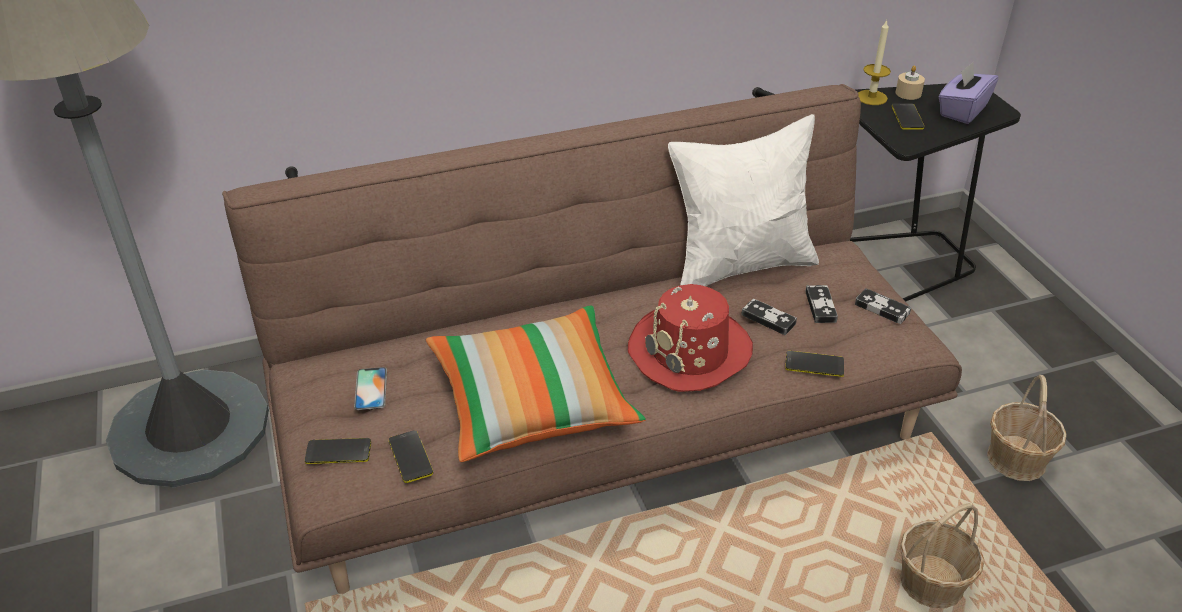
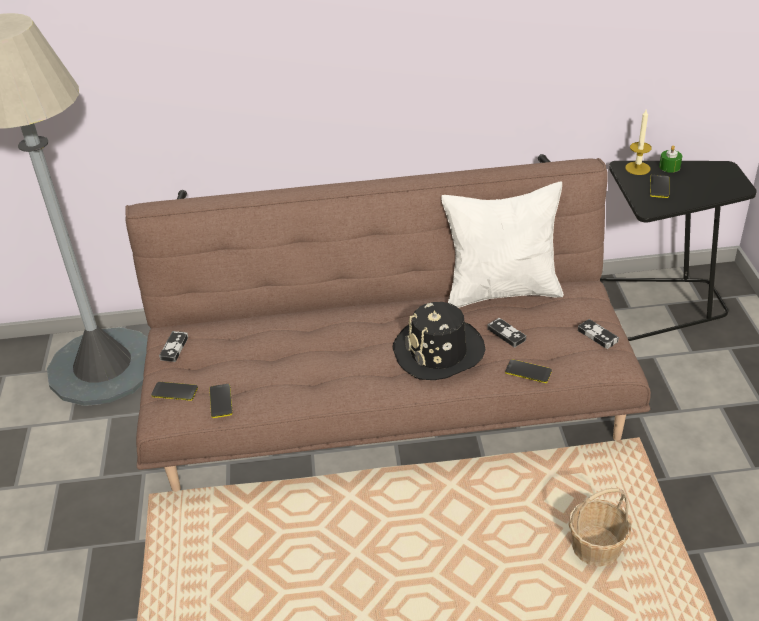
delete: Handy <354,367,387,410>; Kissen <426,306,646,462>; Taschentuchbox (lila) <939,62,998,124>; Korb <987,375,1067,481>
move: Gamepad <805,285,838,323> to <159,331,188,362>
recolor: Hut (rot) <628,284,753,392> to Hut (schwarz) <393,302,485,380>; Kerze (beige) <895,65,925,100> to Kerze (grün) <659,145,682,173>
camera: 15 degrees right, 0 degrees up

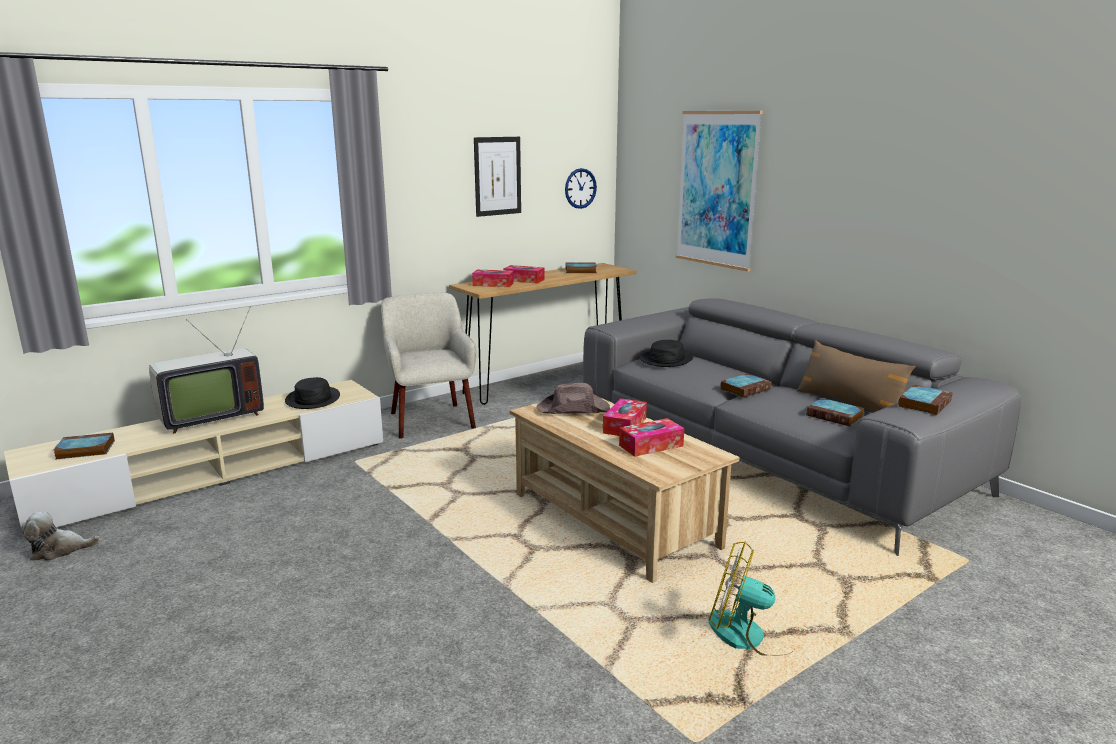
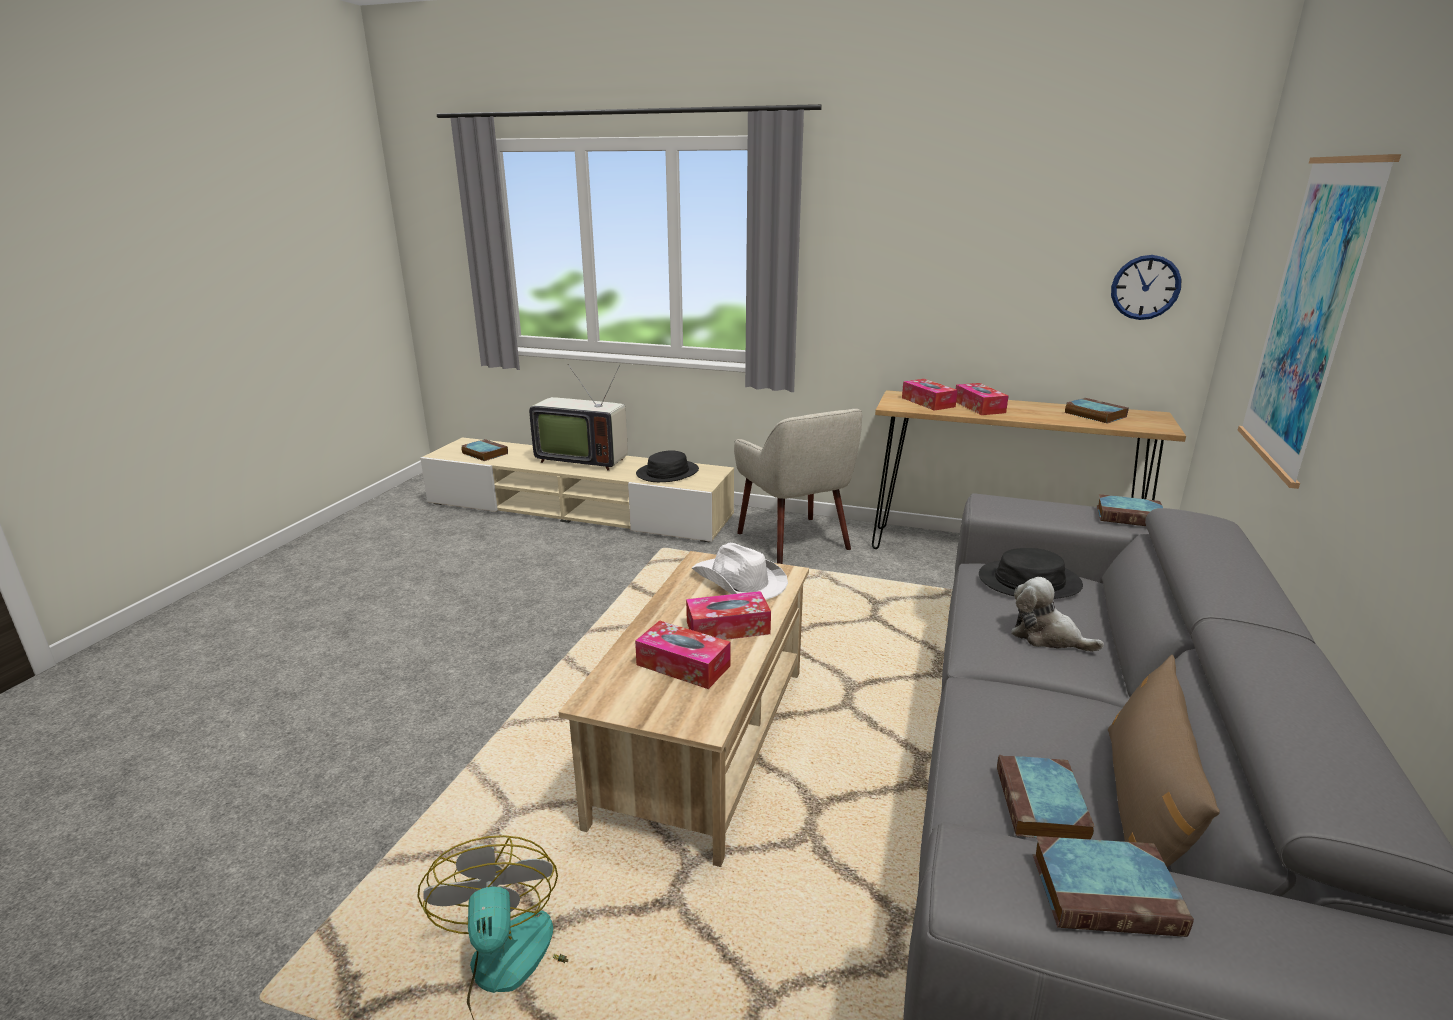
delete: Bild <474,137,521,217>
move: Plüschtier <21,512,100,561> to <1011,577,1104,652>; Buch <720,374,771,397> to <1097,494,1163,526>
recolor: Hut (braun) <536,383,610,414> to Hut (weiß) <692,543,788,600>
rotate: Sessel (beige) <381,293,477,439> = <734,409,862,564> 120 degrees clockwise
camera: 55 degrees right, 5 degrees up

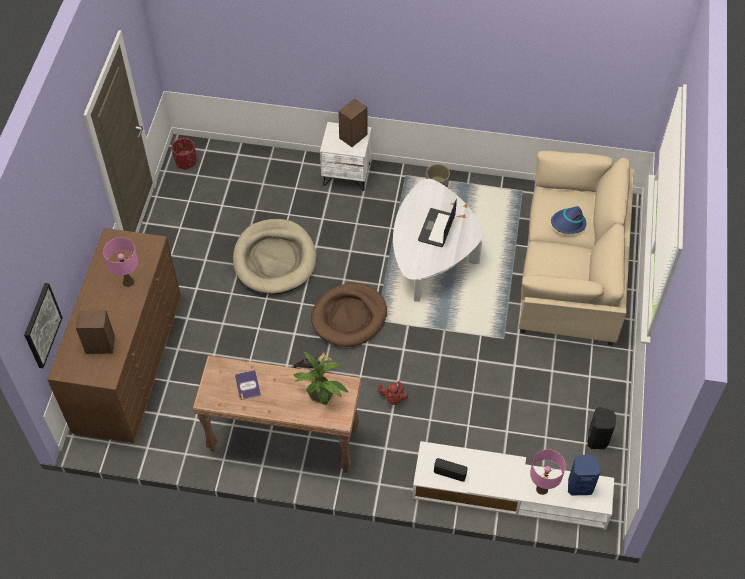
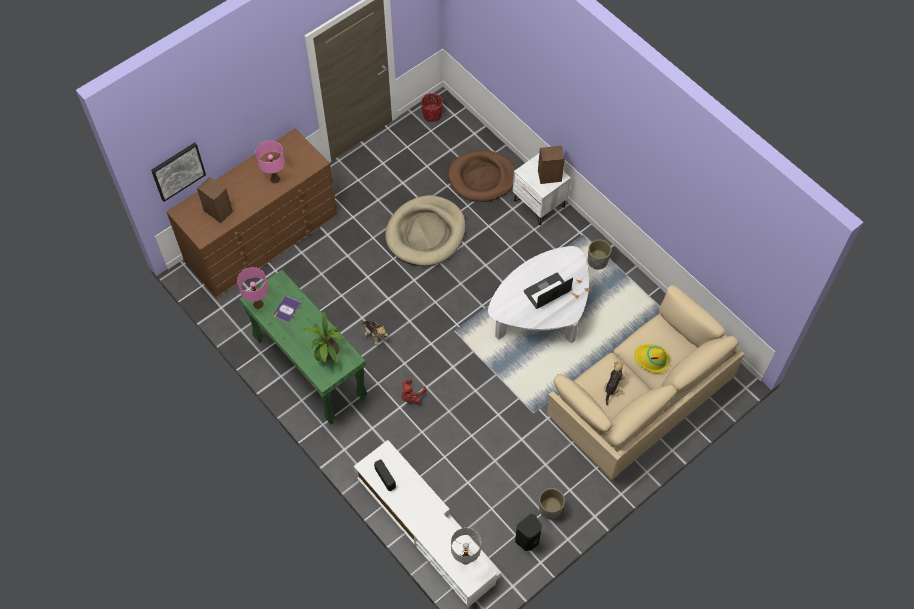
insert: Pflanzkübel (grau) <539,488,565,520>; Plüschtier <604,361,625,405>
move: Hundebett (braun) <311,283,387,347> to <448,150,515,202>; Tischlampe (rosa) <530,449,566,495> to <237,267,268,309>
replace: Lautsprecher (blau) <568,455,601,496> to Tischlampe (weiß) <451,528,481,565>
recolor: Konsolentisch (braun) <193,355,361,473> to Konsolentisch (grün) <239,270,368,424>; Hut (blau) <551,206,586,234> to Hut (gelb) <634,344,670,373>
camera: 40 degrees right, 5 degrees up

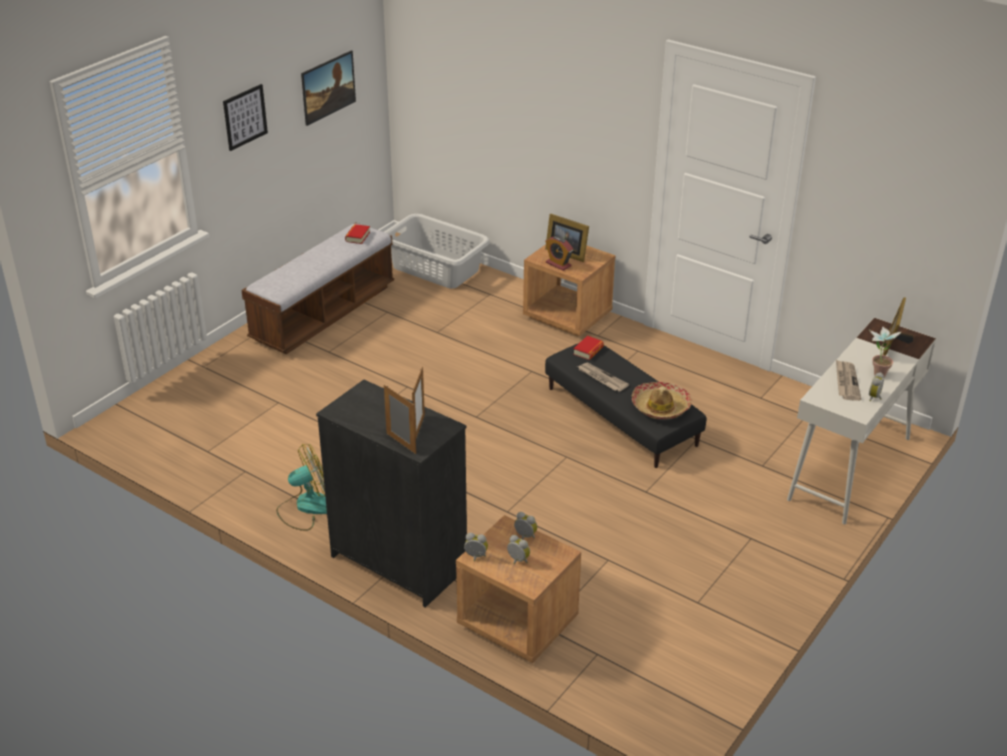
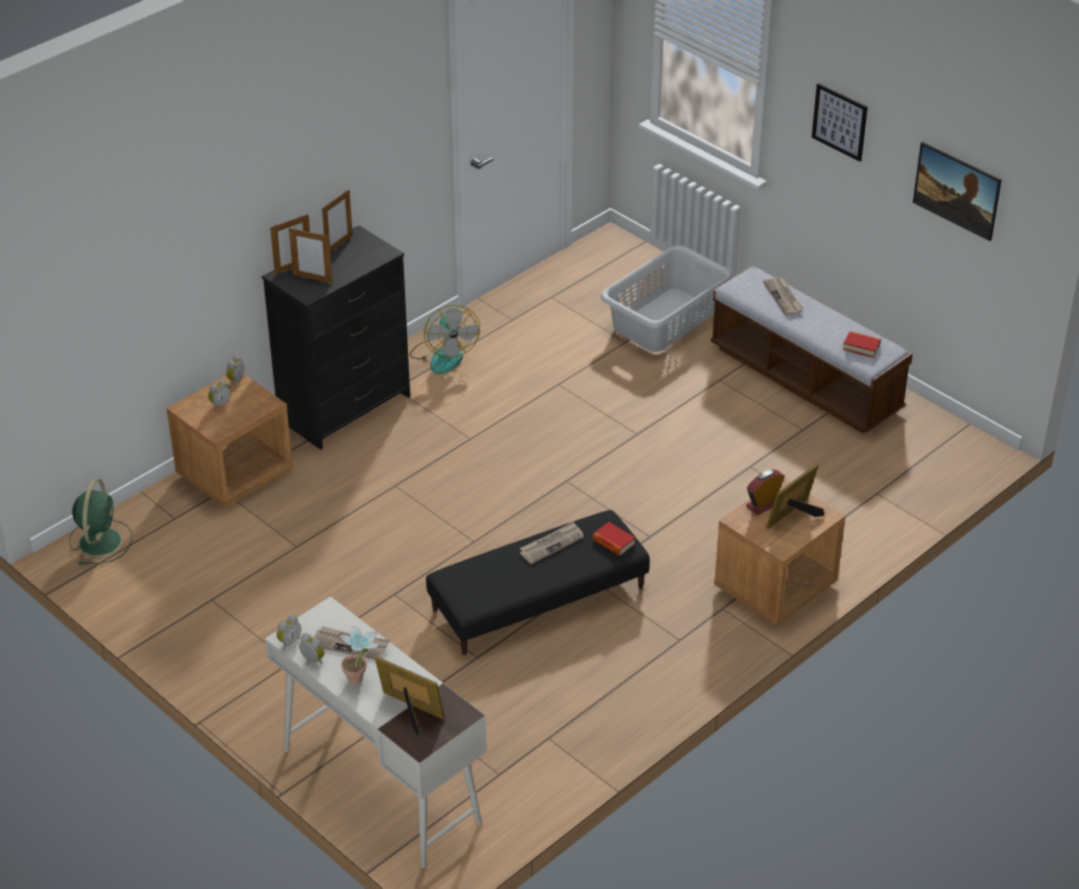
delete: Hut <632,382,692,419>
insert: Ventilator (grün) <69,479,132,565>; Bilderrahmen <322,189,353,252>; Zeitung <763,277,804,315>
move: Wäschekorb (grau) <384,214,490,289> to <601,245,732,352>; Wecker <514,512,537,540> to <276,615,301,649>
camera: 100 degrees right, 5 degrees up

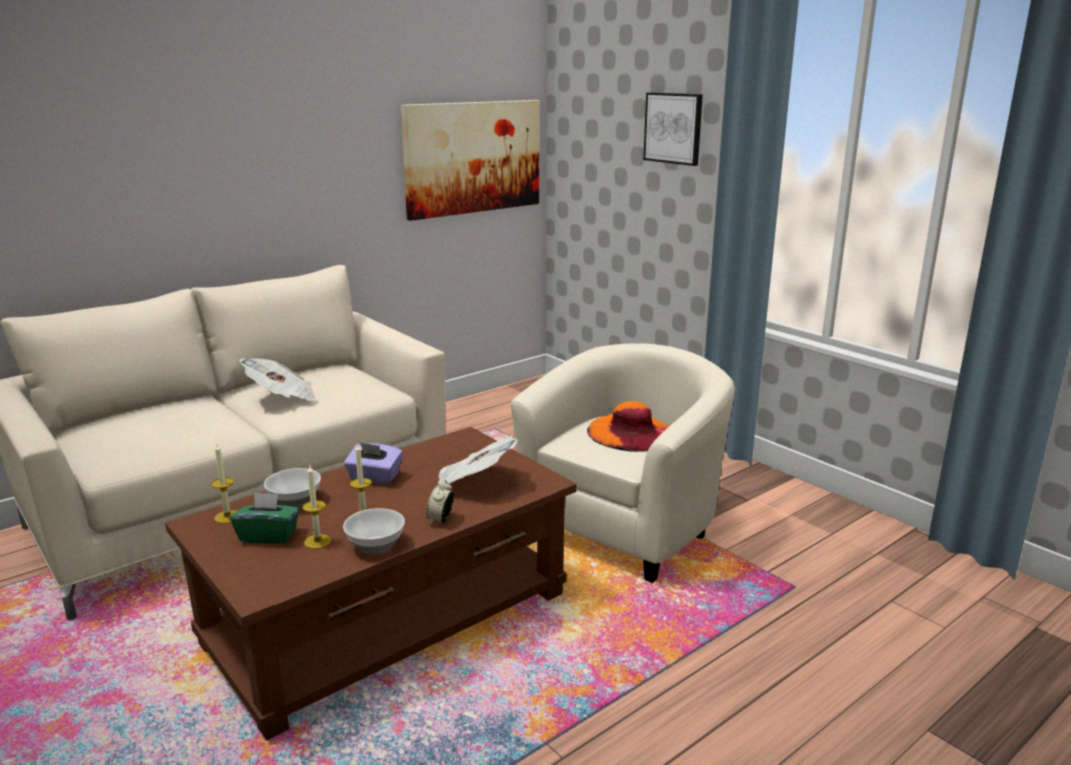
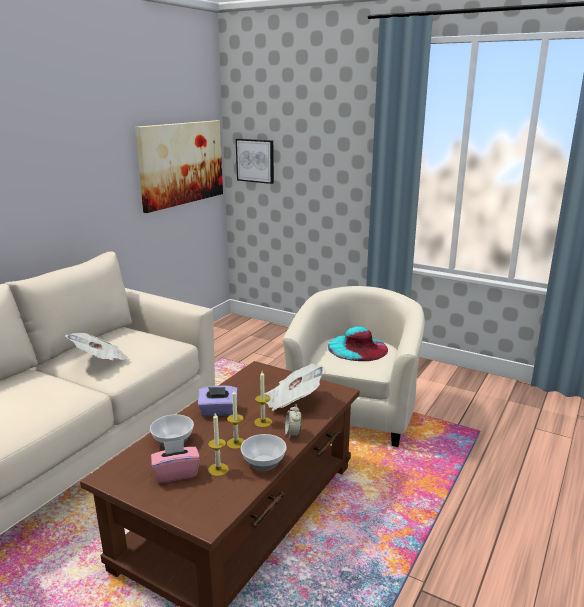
move: Kerze <211,444,237,523> to <254,371,272,427>; Bild <643,92,703,166> to <236,139,274,184>
recolor: Taschentuchbox (grün) <230,492,300,544> to Taschentuchbox (rosa) <151,439,200,483>; Hut (orange) <587,401,669,452> to Hut (türkis) <328,326,388,361>
camera: 20 degrees left, 0 degrees up

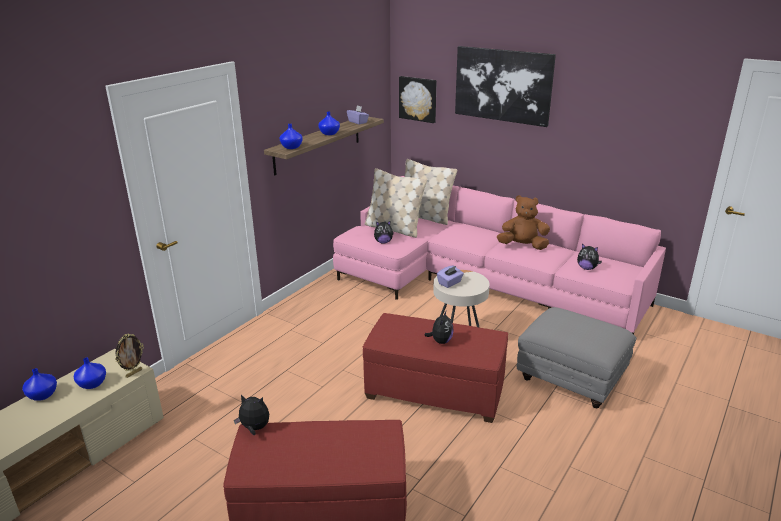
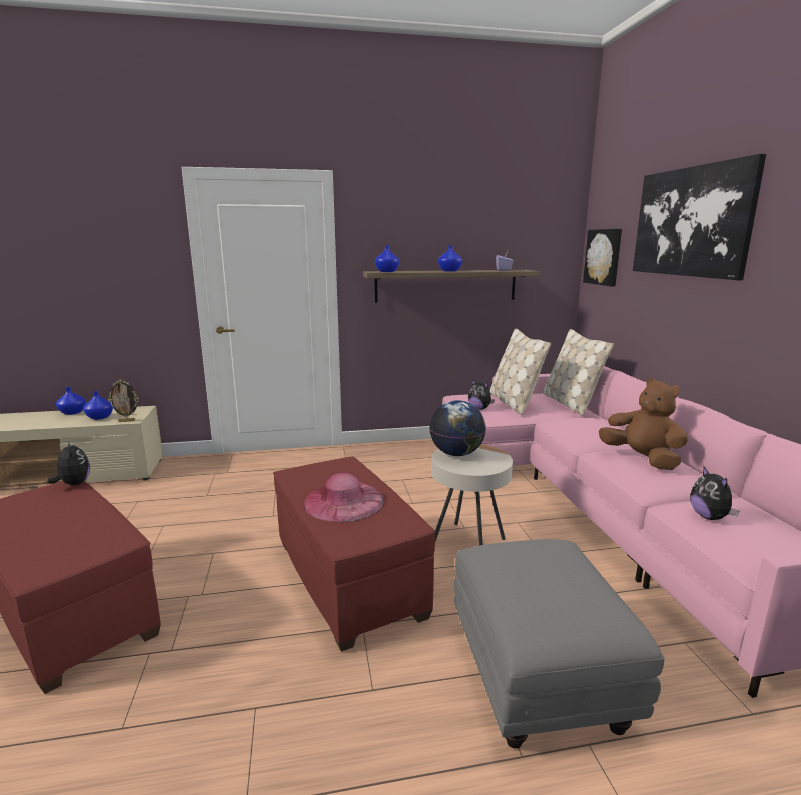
replace: Plüschtier <424,311,454,344> to Hut (rosa) <304,472,384,522>; Taschentuchbox (lila) <437,266,464,288> to Globus <429,400,486,456>
camera: 45 degrees right, 10 degrees down

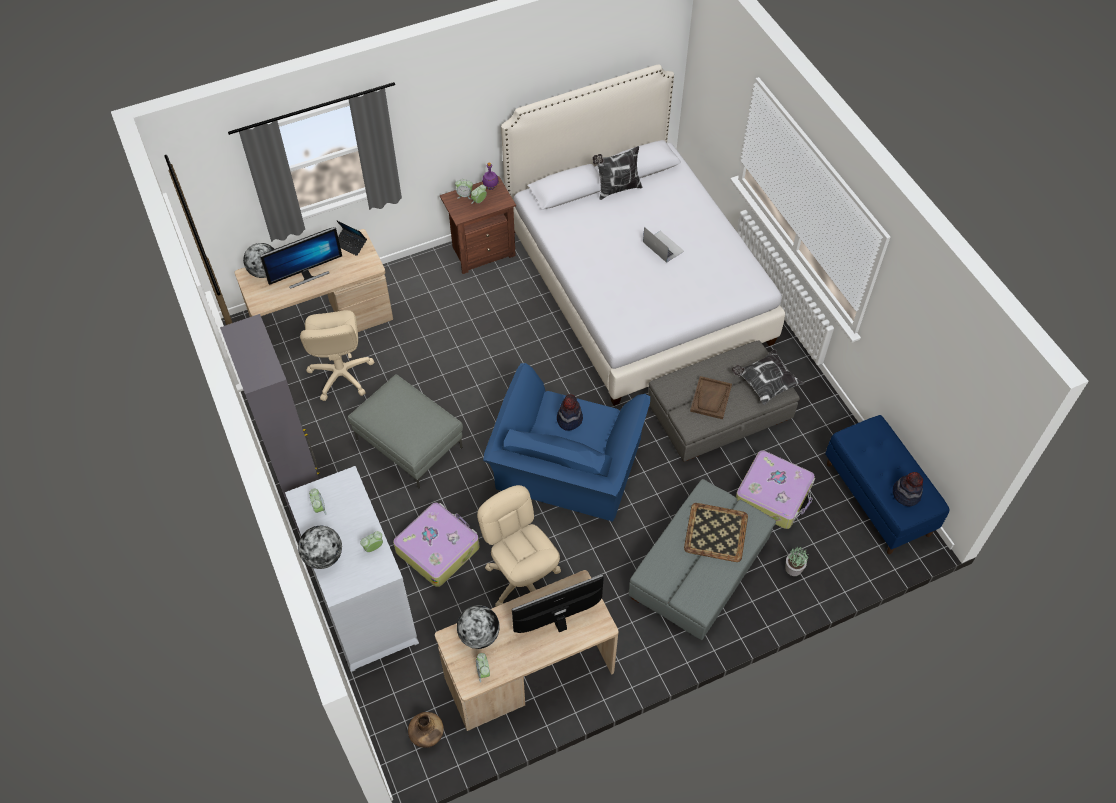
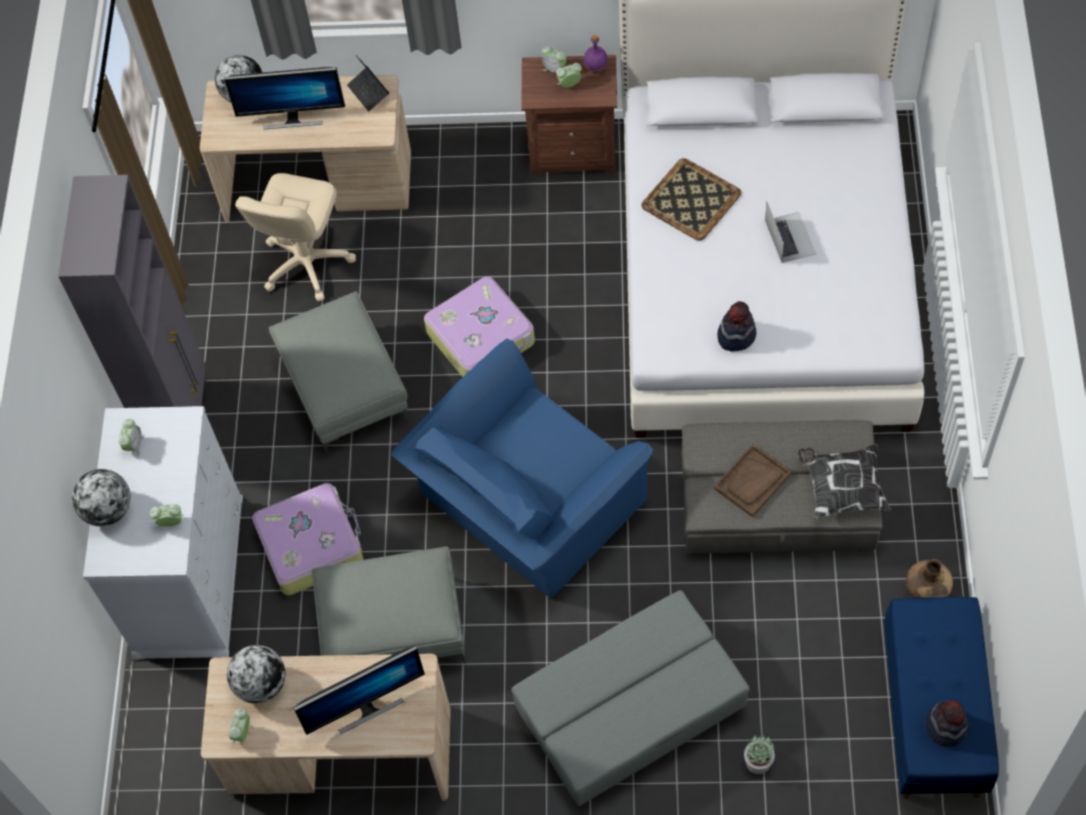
delete: Kissen <593,146,642,200>
move: Vase (braun) <408,712,444,748> to <906,559,953,598>; Hut <557,394,583,431> to <717,301,756,351>; Tablett <684,503,748,562> to <641,158,741,241>; Koffer <736,450,815,529> to <424,276,535,377>
replace: Bürostuhl (beige) <477,485,561,607> to Polsterhocker (grau) <312,546,465,663>
rotate: Monitor <512,574,604,633> = <293,646,425,735> 150 degrees clockwise
camera: 30 degrees right, 5 degrees up

